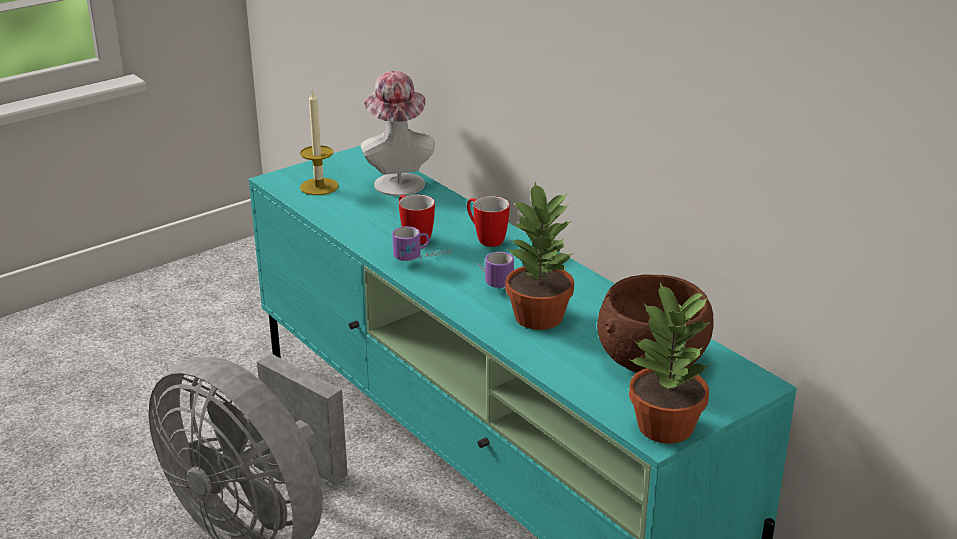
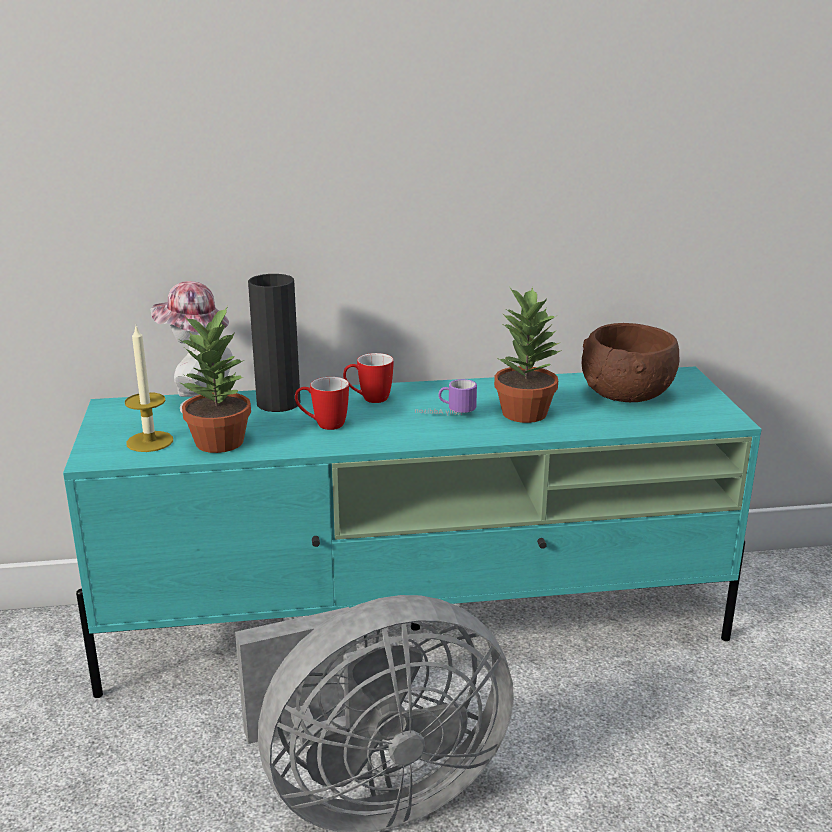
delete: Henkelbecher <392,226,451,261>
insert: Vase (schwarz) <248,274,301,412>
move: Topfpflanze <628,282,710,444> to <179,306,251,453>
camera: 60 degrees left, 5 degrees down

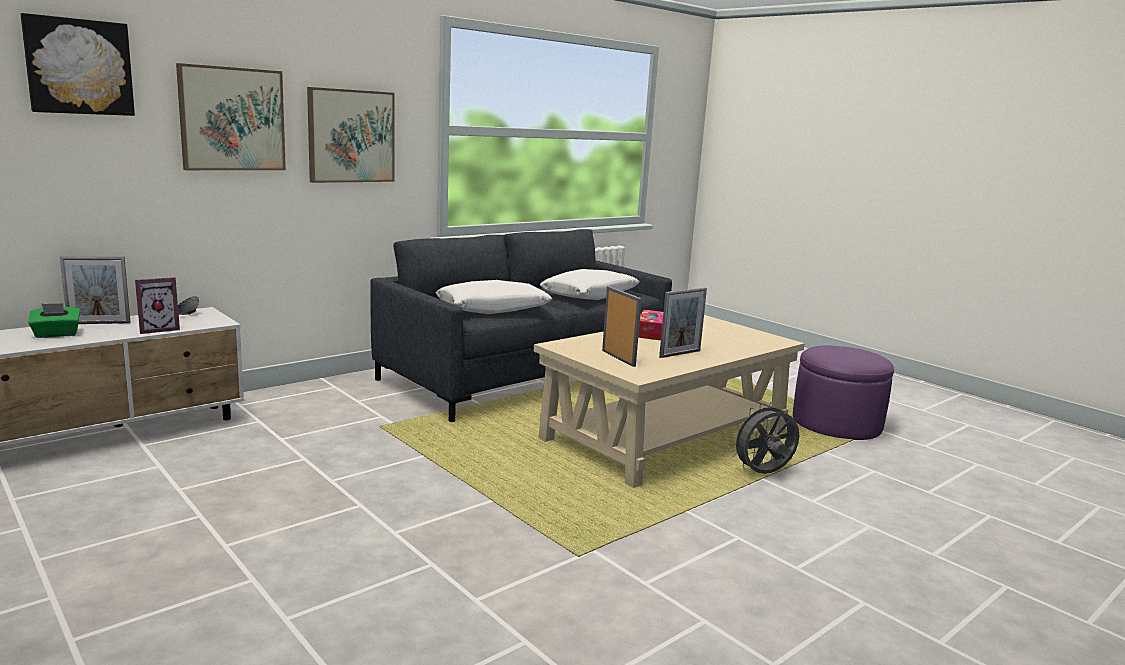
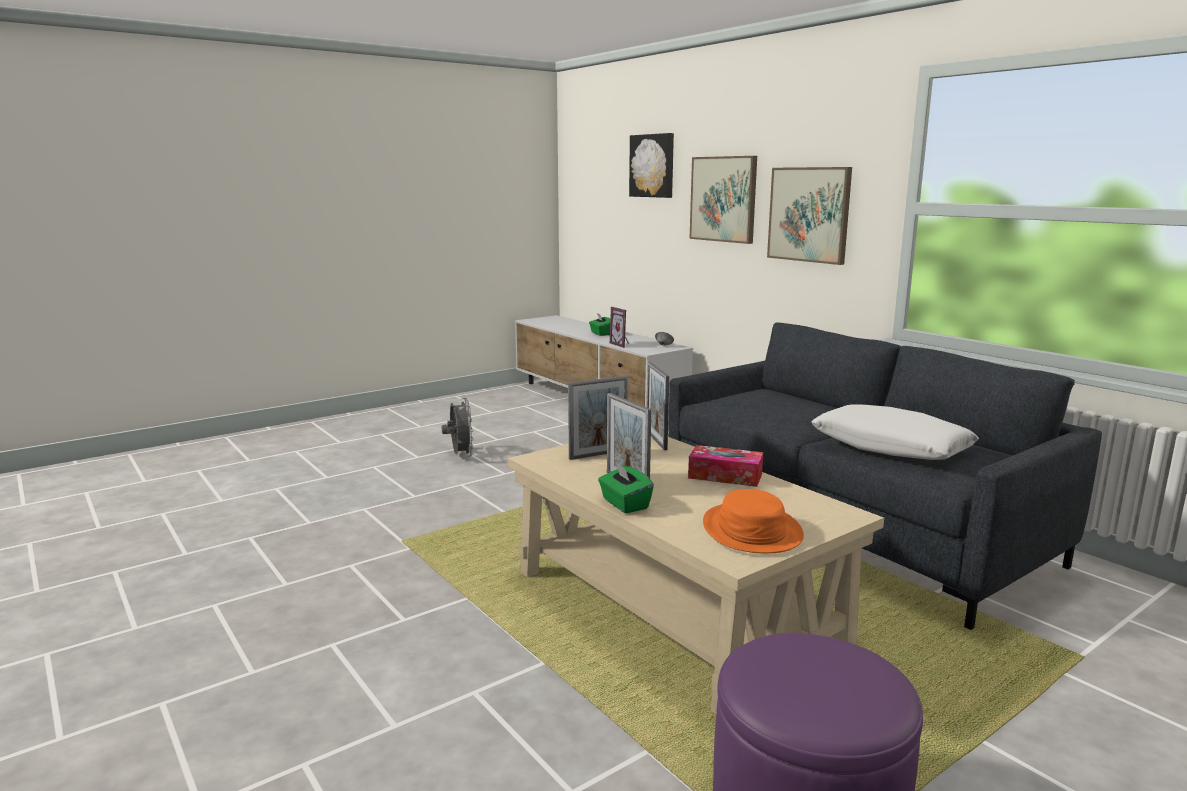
delete: Kissen (weiß) <436,280,552,314>
insert: Taschentuchbox (grün) <598,461,654,513>; Hut (orange) <703,489,804,553>
move: Bilderrahmen <60,256,130,324> to <647,362,669,450>; Ventilator (grau) <730,402,799,474> to <441,398,474,457>
camera: 95 degrees right, 0 degrees up

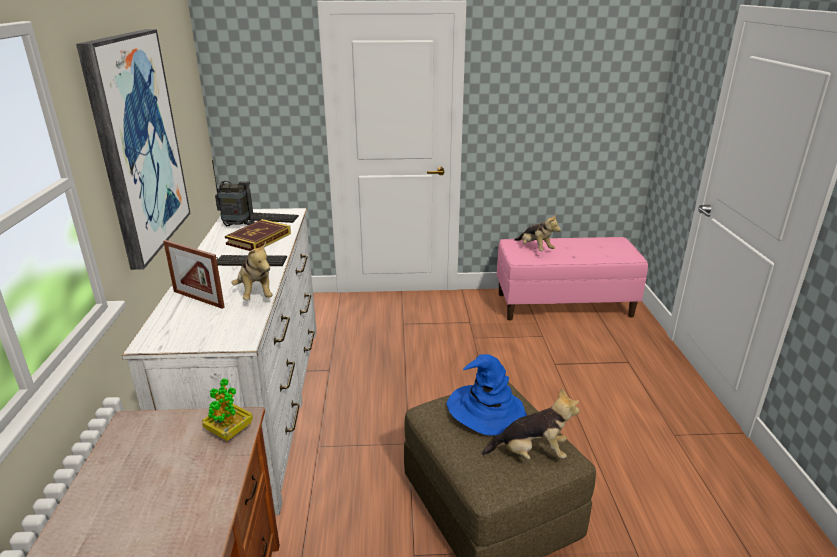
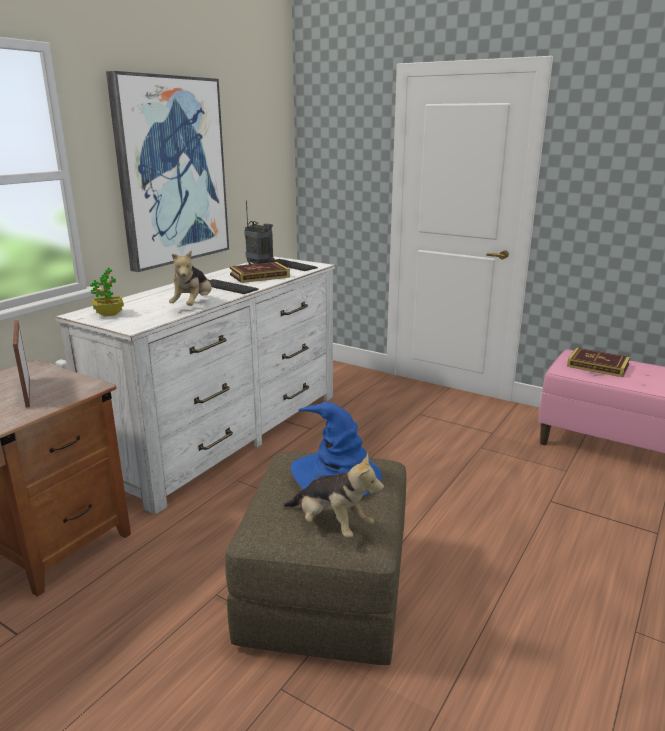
move: Bilderrahmen <163,240,225,309> to <13,320,30,408>; Topfpflanze <202,378,253,441> to <90,268,124,317>
replace: Plüschtier <514,214,561,251> to Buch <567,348,630,377>
camera: 35 degrees right, 5 degrees down

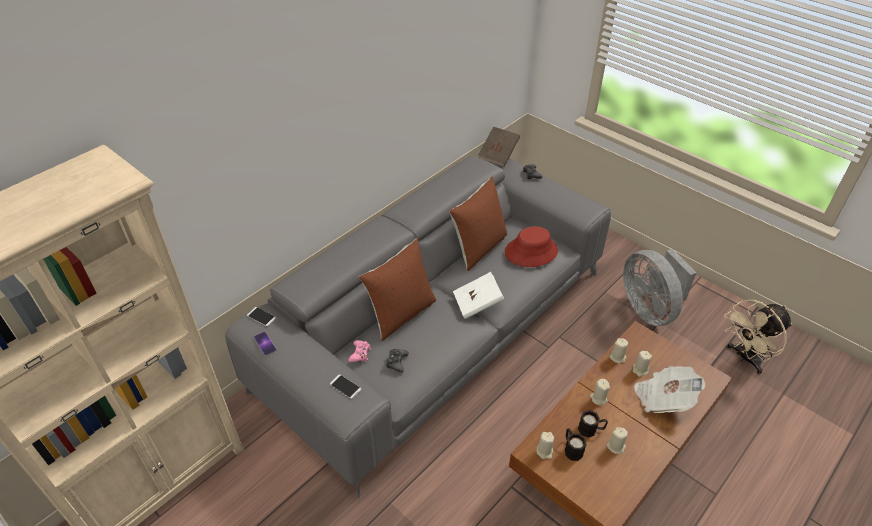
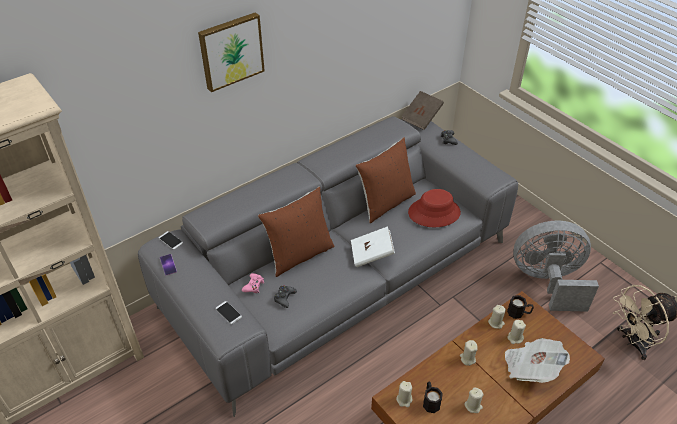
insert: Bild <198,12,265,92>
move: Henkelbecher (schwarz) <578,410,608,438> to <507,295,534,319>
rotate: Ventilator (grau) <623,249,696,326> = <513,220,599,312> 105 degrees clockwise
camera: 10 degrees right, 0 degrees up

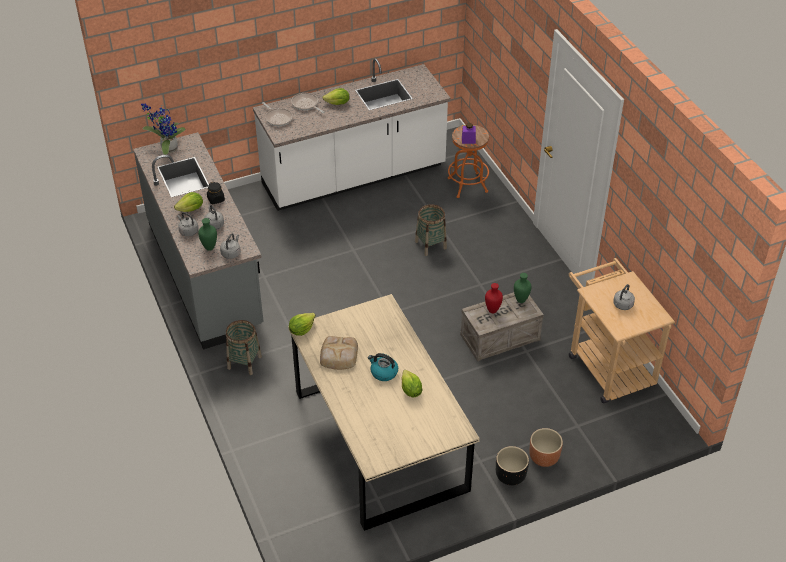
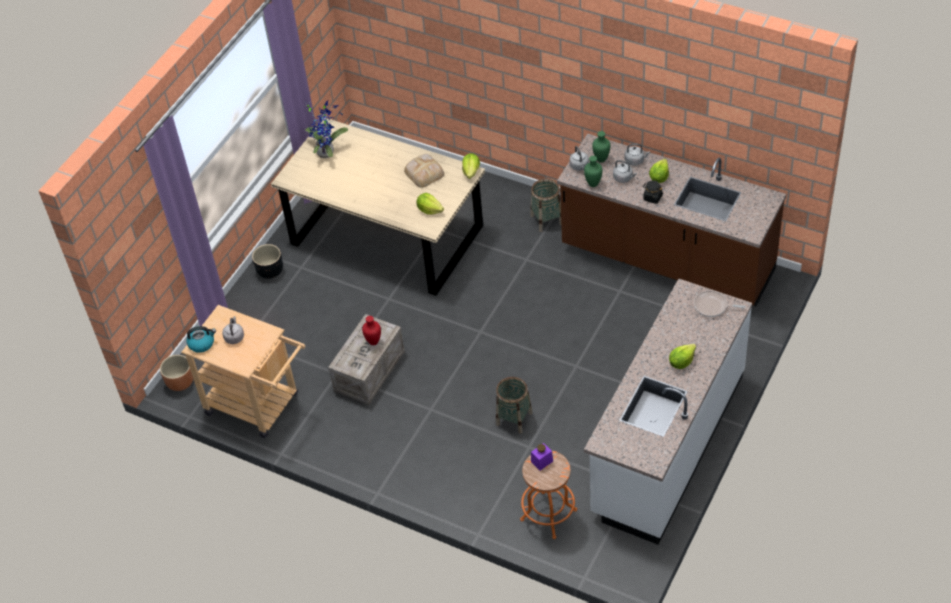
delete: Pfanne <291,93,324,113>
move: Topfpflanze <141,104,185,155> to <305,101,348,158>; Wasserkessel <368,353,398,381> to <187,326,216,353>; Salatkopf <402,370,422,397> to <416,193,444,215>; Vase (grün) <514,273,531,303> to <584,156,602,187>; Pflanzkübel (braun) <529,428,563,467> to <160,355,193,391>
recolor: Küchenzeile (grau) <133,132,264,350> to Küchenzeile (braun) <557,133,786,306>
camera: 145 degrees right, 5 degrees up

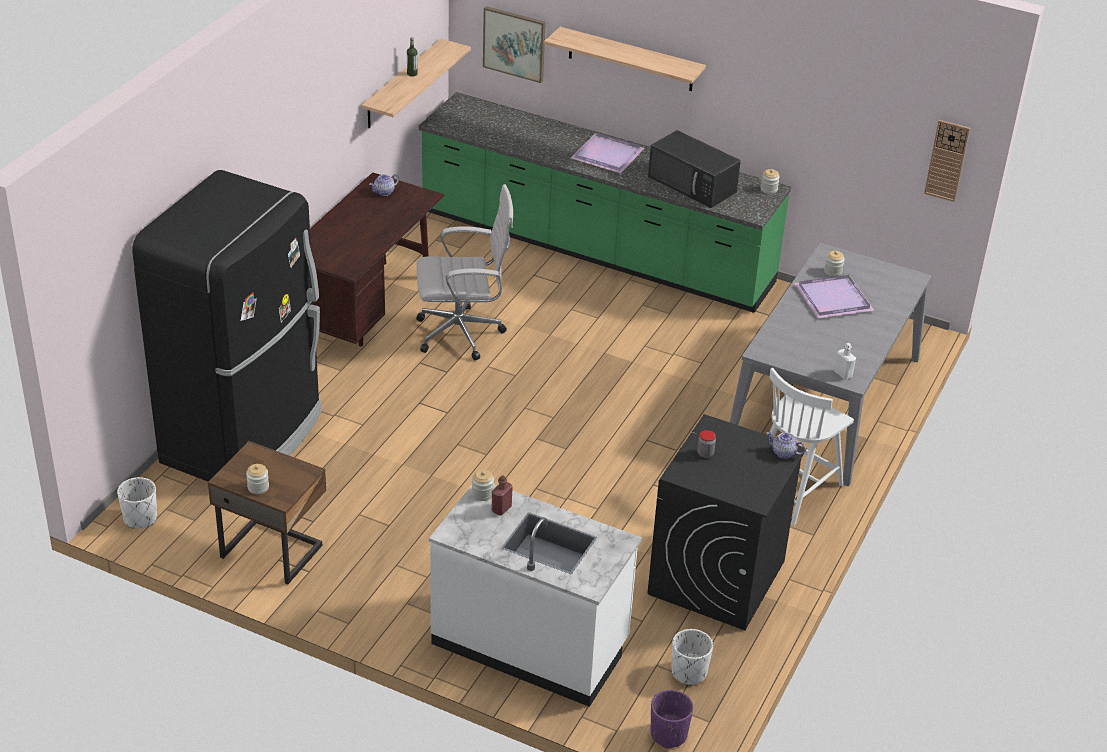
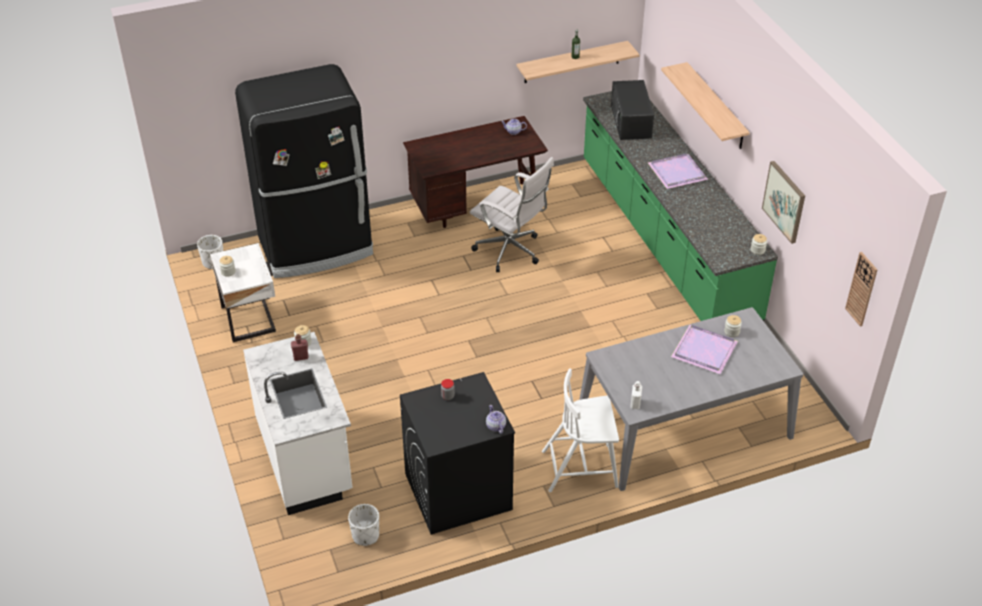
delete: Pflanzkübel (lila) <650,690,693,748>
move: Bild <483,6,546,83> to <762,161,805,244>; Mikrowelle (schwarz) <648,130,741,208> to <611,80,654,140>
recolor: Nachttisch (braun) <208,441,326,585> to Nachttisch (weiß) <210,243,276,342>
camera: 45 degrees right, 5 degrees up

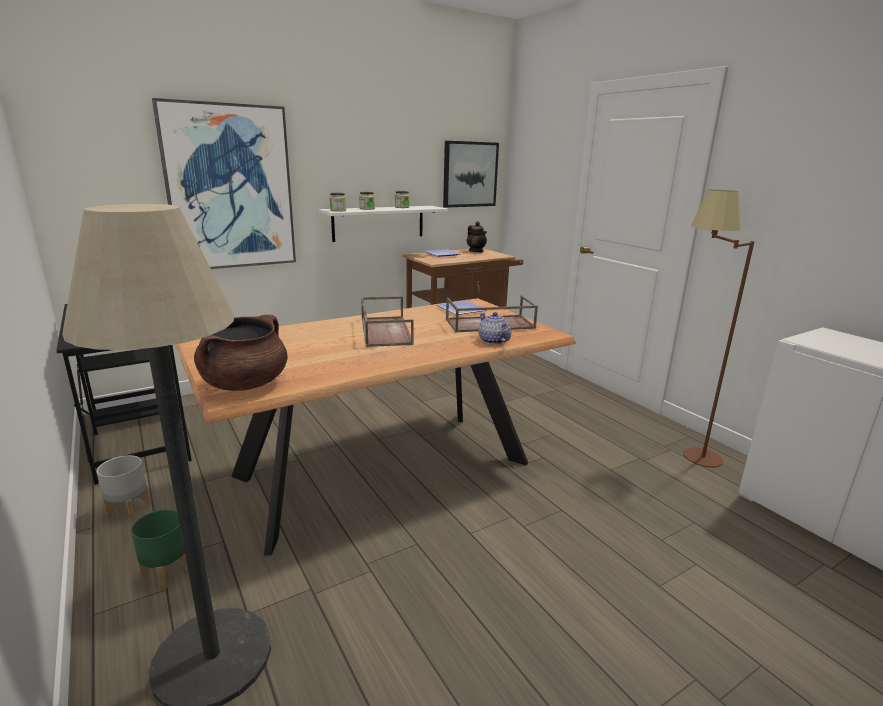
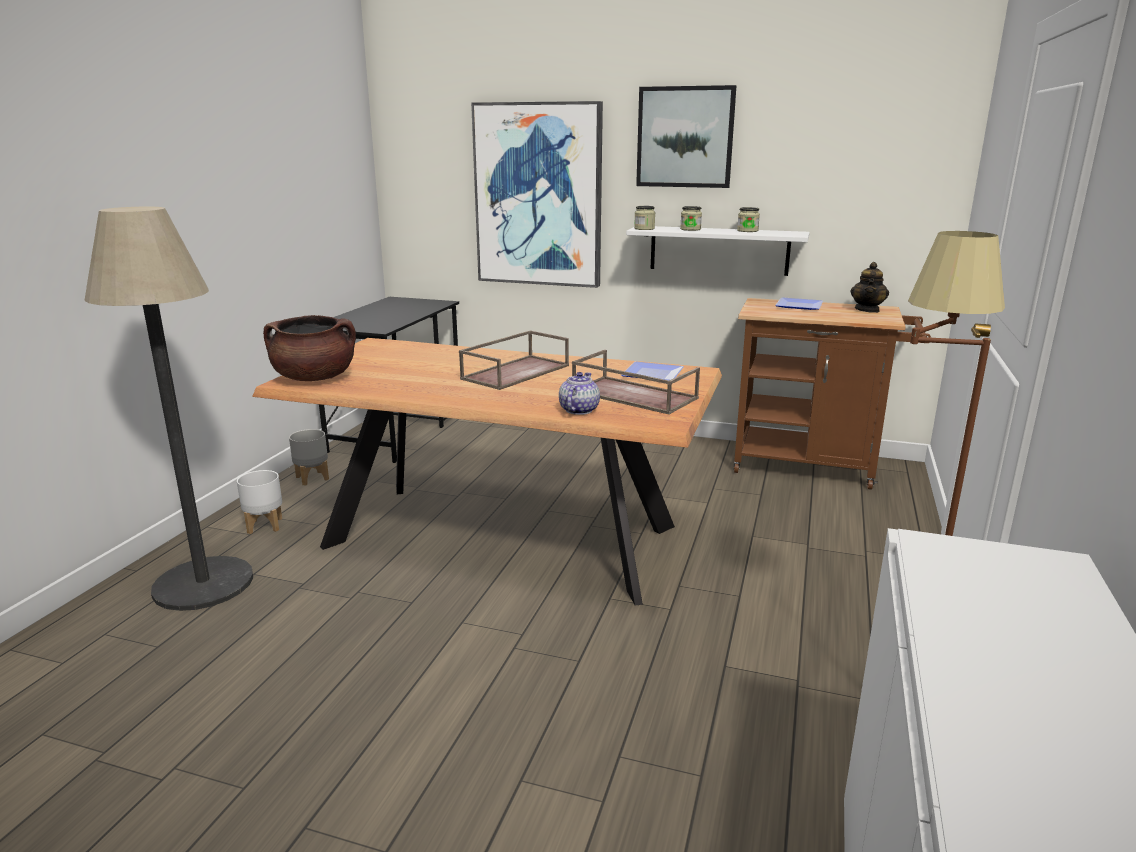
move: Bild <443,141,499,208> to <636,85,736,188>
recolor: Pflanzkübel (grün) <131,509,188,590> to Pflanzkübel (weiß) <237,470,282,534>
camera: 50 degrees right, 0 degrees up

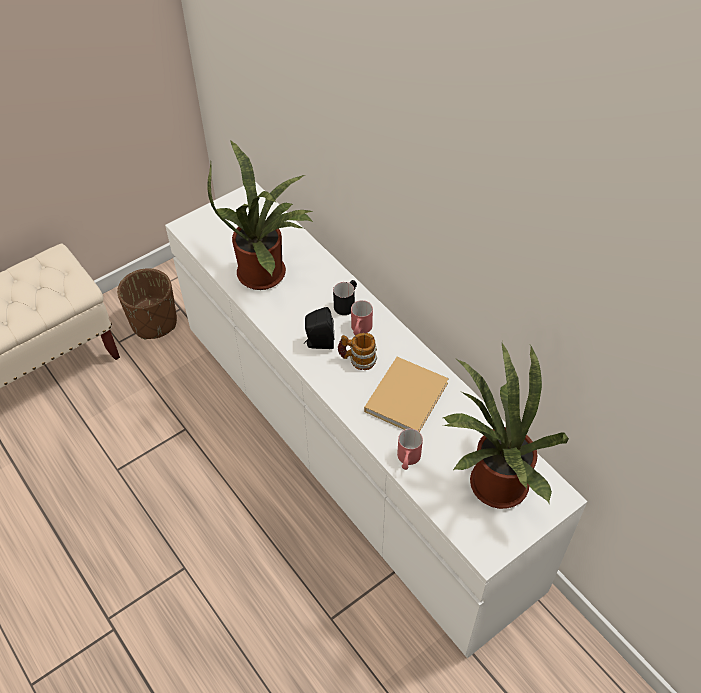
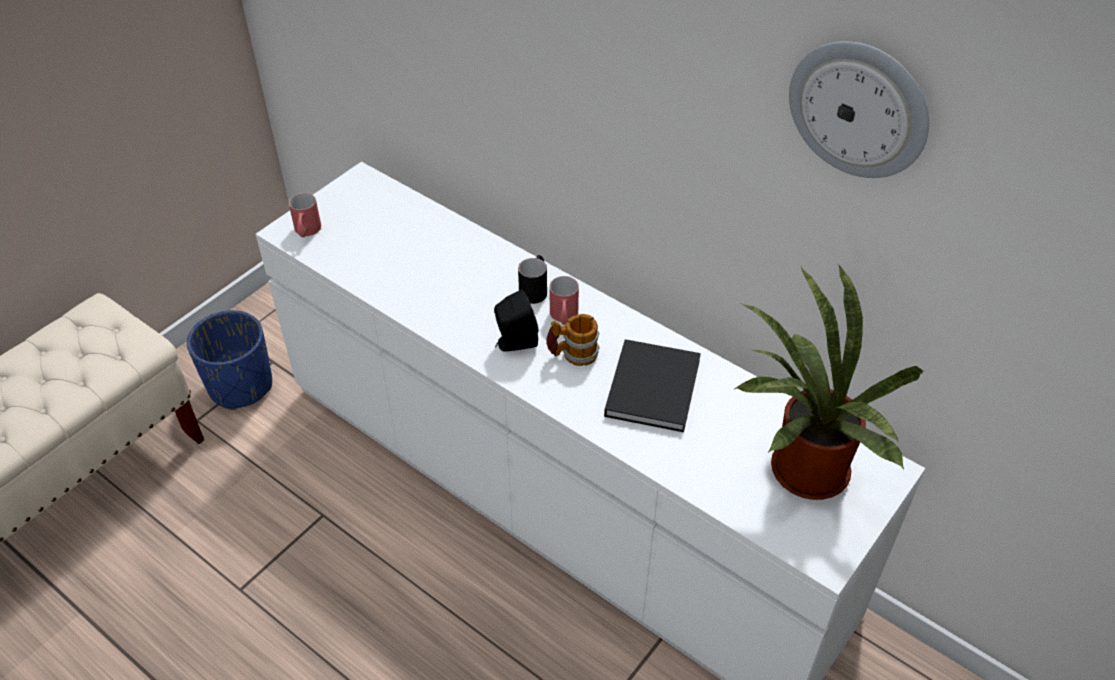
delete: Topfpflanze <208,141,314,290>
insert: Wanduhr <789,41,929,178>
move: Henkelbecher (rot) <397,429,423,470> to <289,193,321,237>
recolor: Pflanzkübel (braun) <117,268,177,340> to Pflanzkübel (blau) <187,310,272,410>; Buch (beige) <364,357,449,432> to Buch (schwarz) <604,339,701,432>
camera: 15 degrees left, 5 degrees down

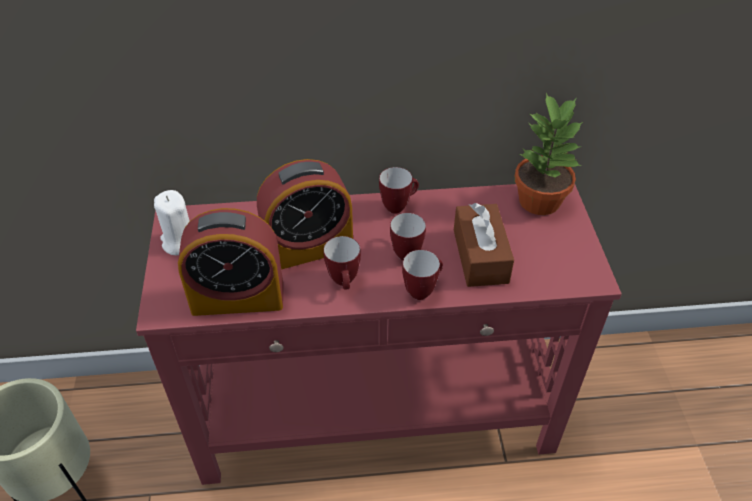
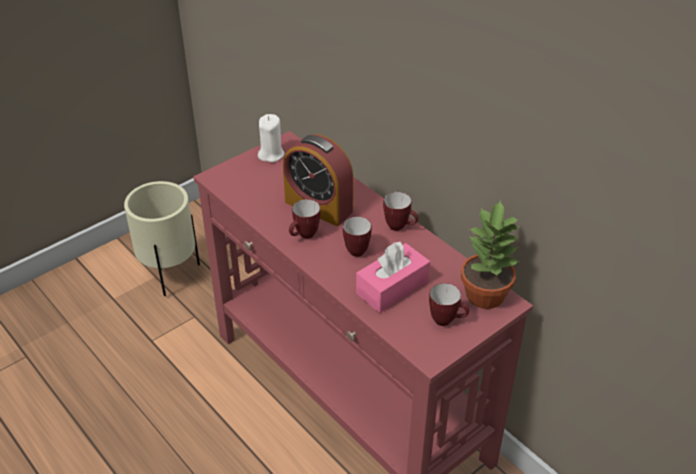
delete: Wecker <178,208,283,316>
move: Henkelbecher <402,250,443,300> to <429,283,469,326>
recolor: Taschentuchbox (braun) <454,203,514,287> to Taschentuchbox (rosa) <356,242,430,313>
camera: 55 degrees right, 5 degrees down

